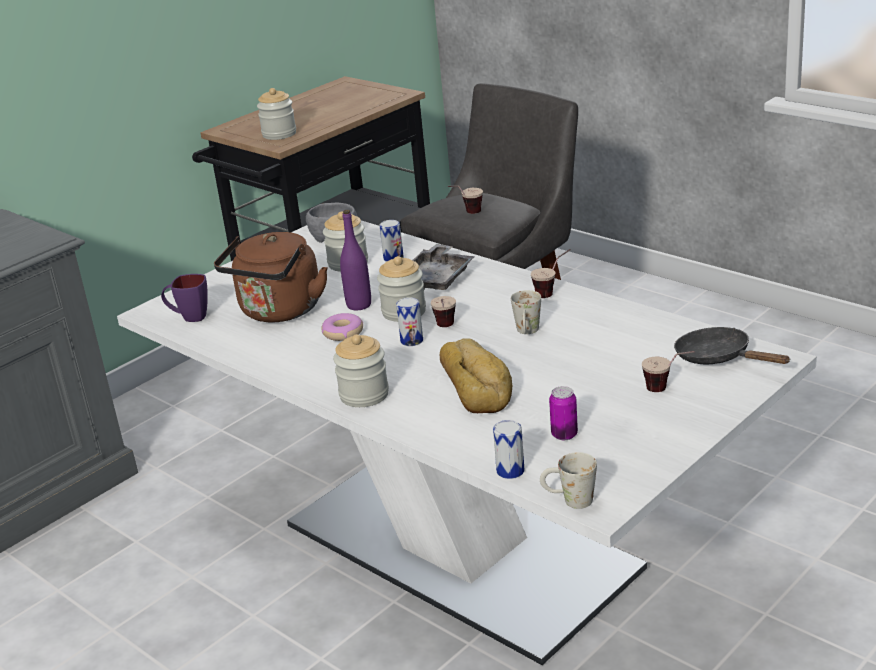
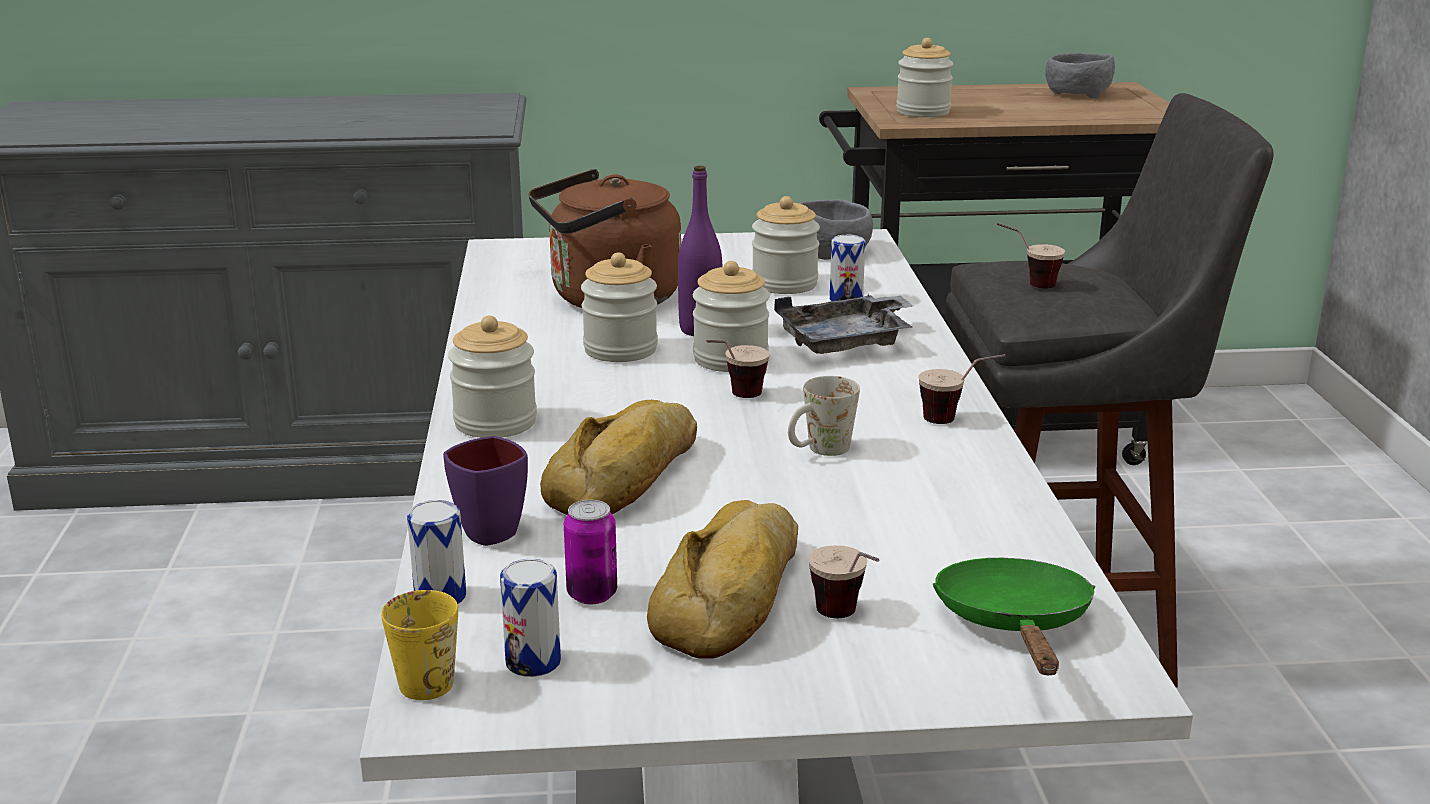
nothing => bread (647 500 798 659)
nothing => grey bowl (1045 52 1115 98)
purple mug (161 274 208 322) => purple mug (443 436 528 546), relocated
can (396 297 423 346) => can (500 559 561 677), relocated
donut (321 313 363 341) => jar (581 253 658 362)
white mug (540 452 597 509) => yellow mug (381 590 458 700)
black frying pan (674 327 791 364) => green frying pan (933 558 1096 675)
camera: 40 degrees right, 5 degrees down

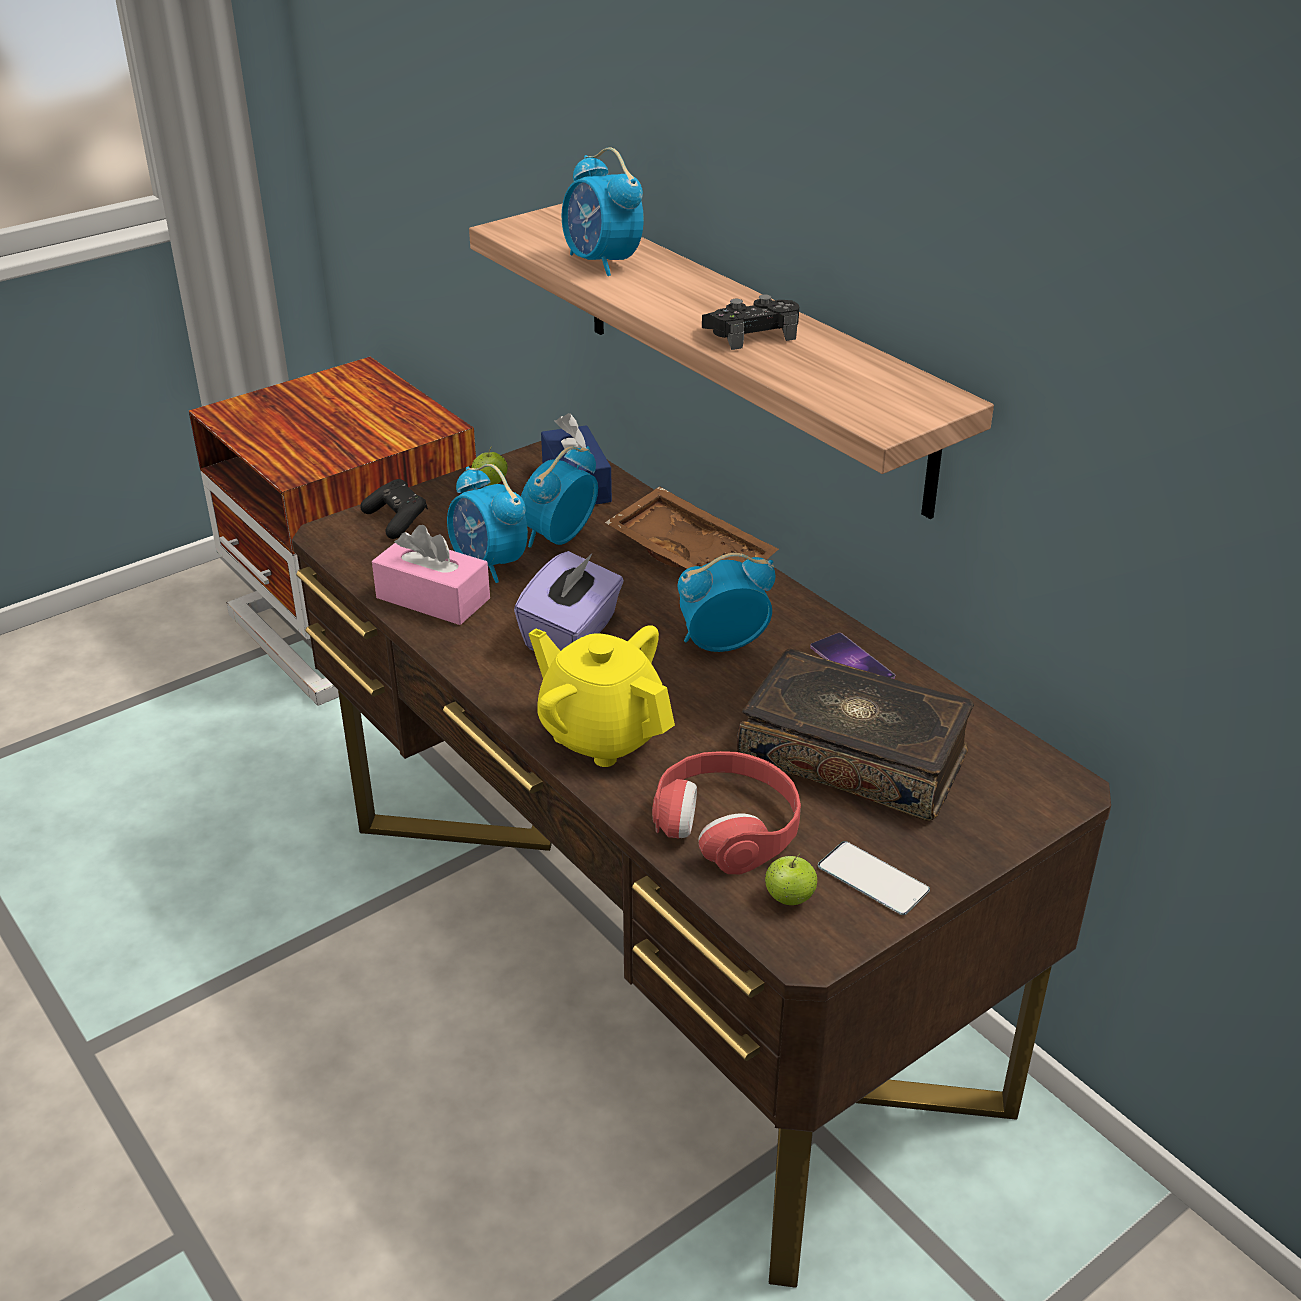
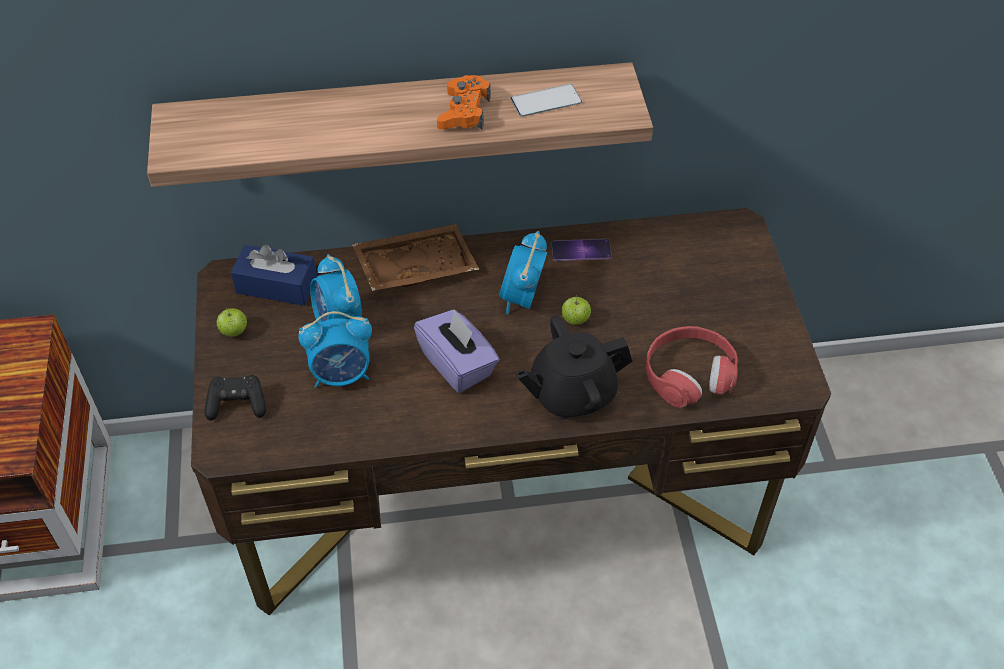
pink tissue box (372 525 490 625) => nothing
alarm clock (562 147 644 276) => nothing
book (737 649 974 821) => nothing
apple (765 854 817 905) => apple (561 295 591 325), relocated
phone (818 841 930 915) => phone (511 84 582 117), relocated
yellow teapot (529 625 675 767) => black teapot (516 316 632 420)
black game controller (702 294 799 350) => orange game controller (437 75 491 130)
camera: 60 degrees left, 15 degrees up

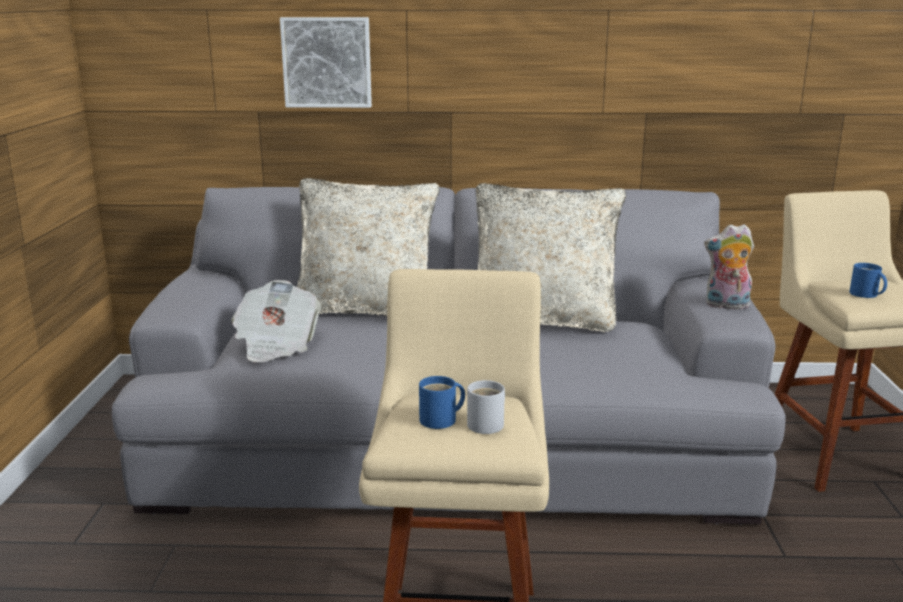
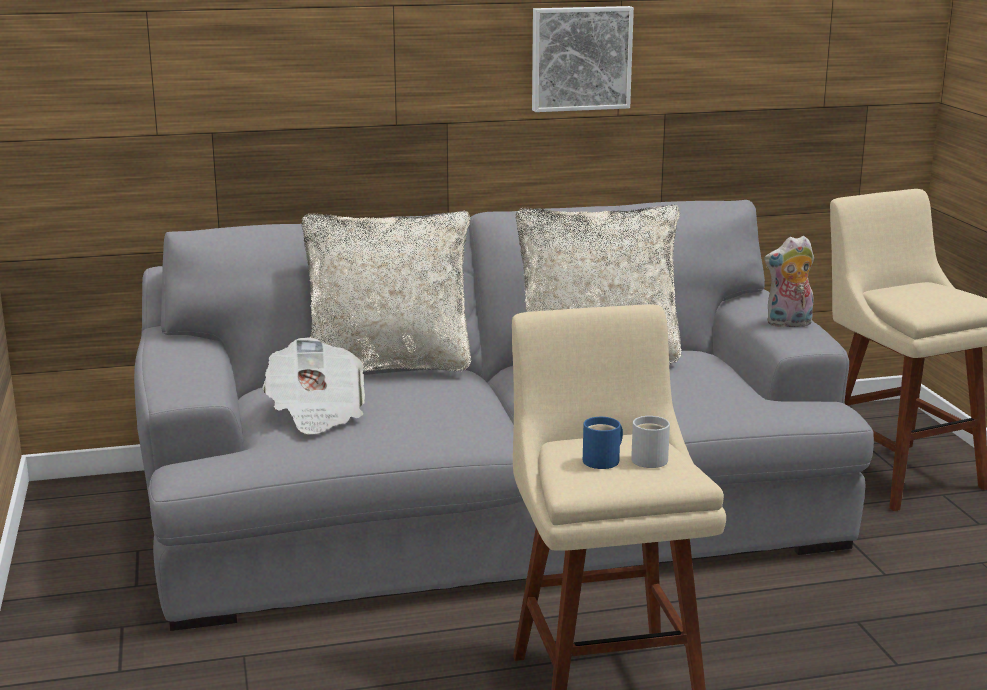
blue mug (849 263 887 298) => nothing
picture (280 17 372 108) => picture (532 6 634 112), relocated
camera: 15 degrees left, 0 degrees up

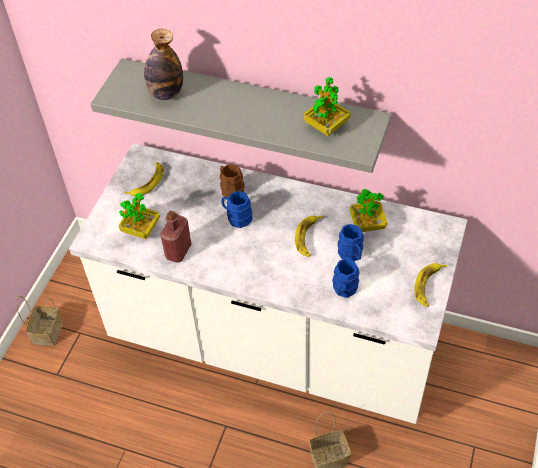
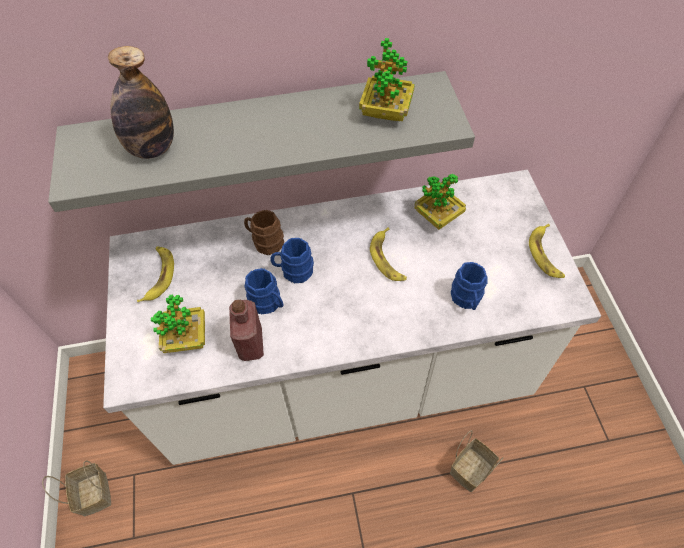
blue mug (338 224 364 261) => blue mug (245 268 283 314), relocated
camera: 30 degrees left, 5 degrees up

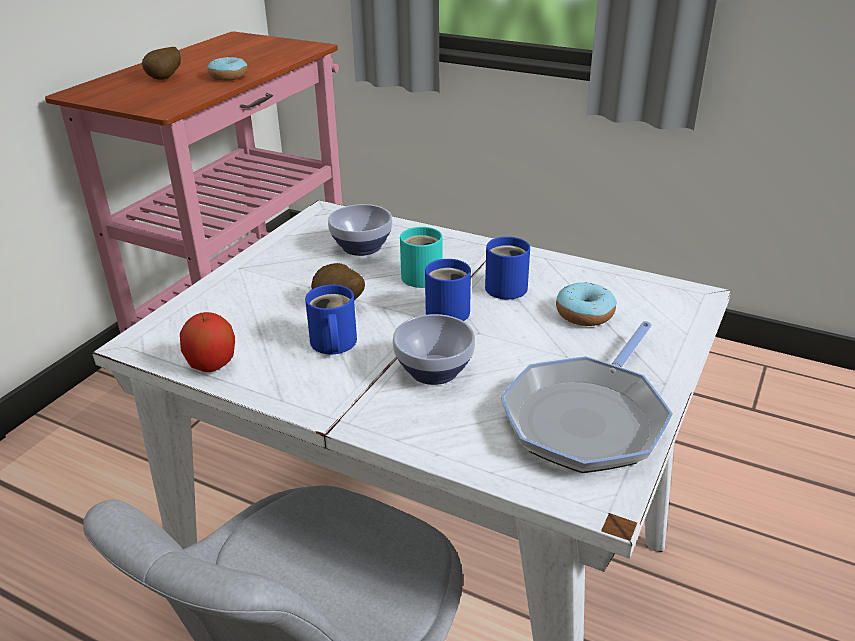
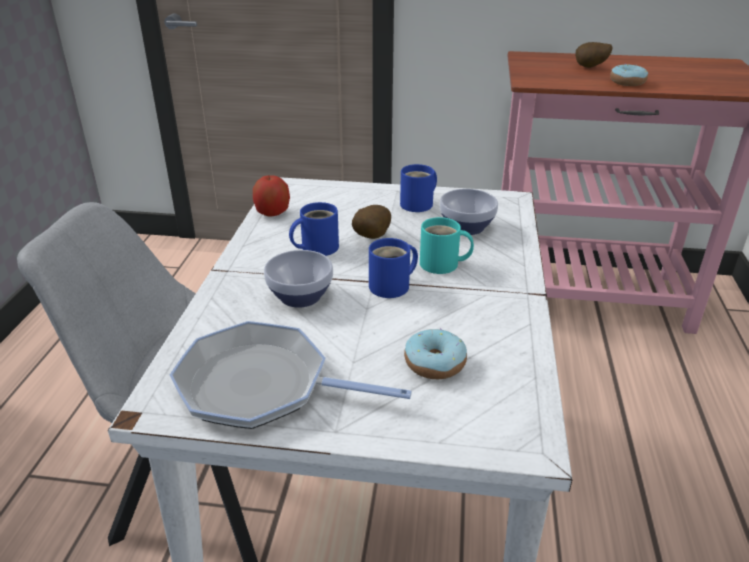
blue mug (485 237 530 299) => blue mug (400 164 437 212), relocated
camera: 70 degrees right, 0 degrees up

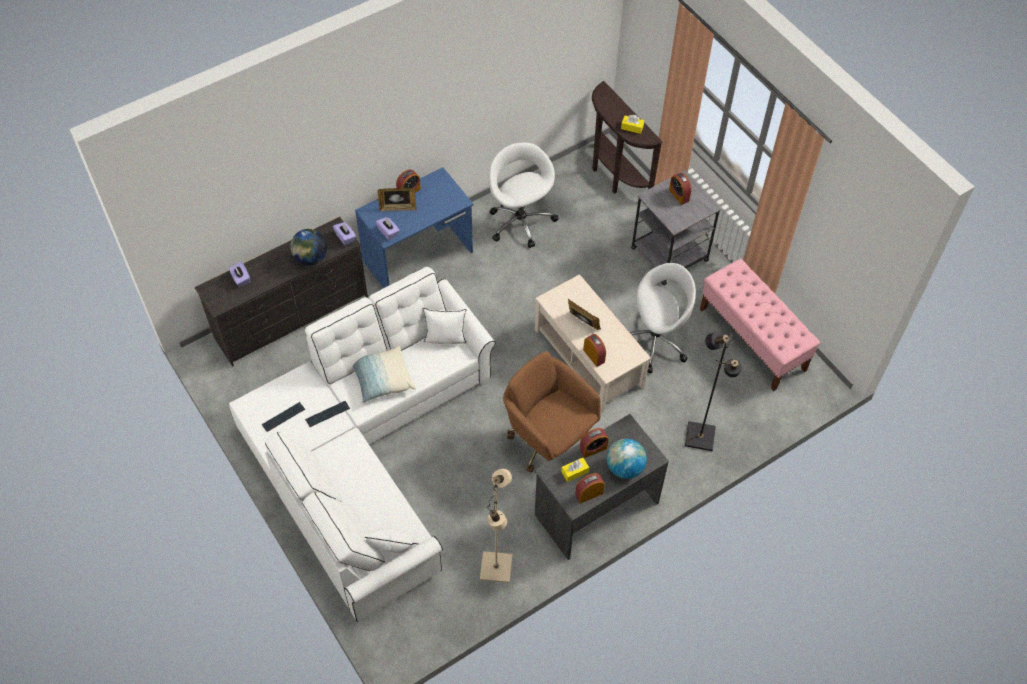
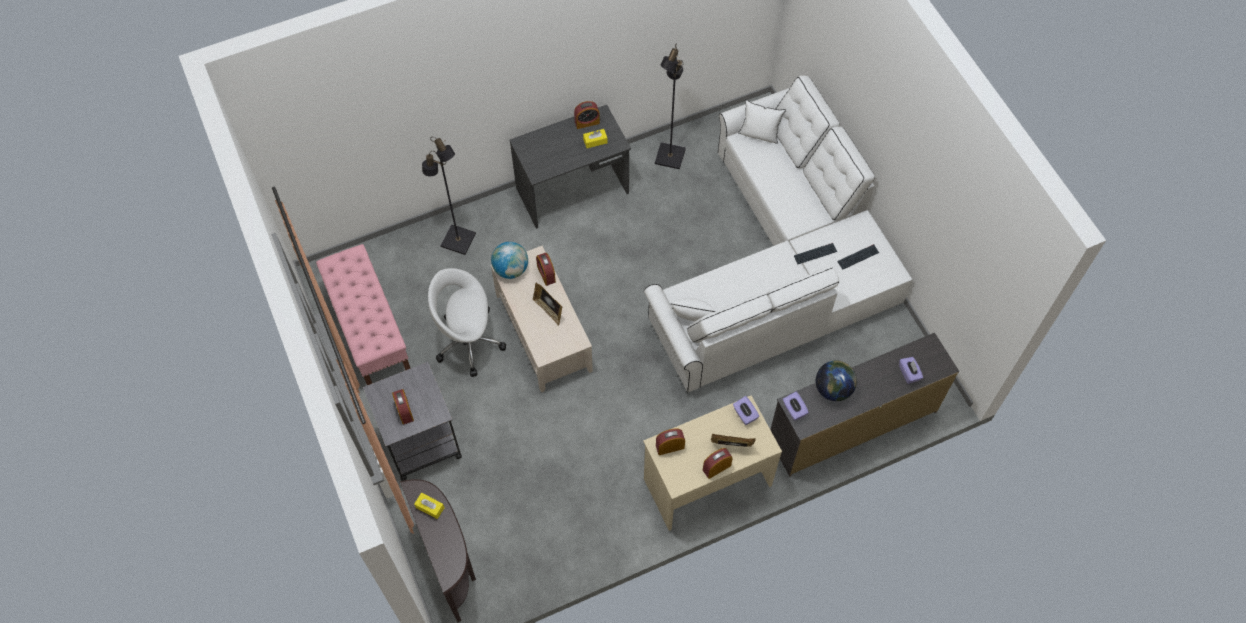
pillow (353 346 416 403) => nothing
white office chair (489 143 558 248) => nothing
brown office chair (503 351 601 472) => nothing
alarm clock (579 428 609 458) => alarm clock (656 428 685 455), relocated
globe (607 439 647 479) => globe (491 242 528 279), relocated
blue desk (355 167 473 288) => beige desk (643 395 782 531)
beige floor lamp (480 469 513 583) => black floor lamp (655 43 686 169)
camera: 170 degrees left, 5 degrees up

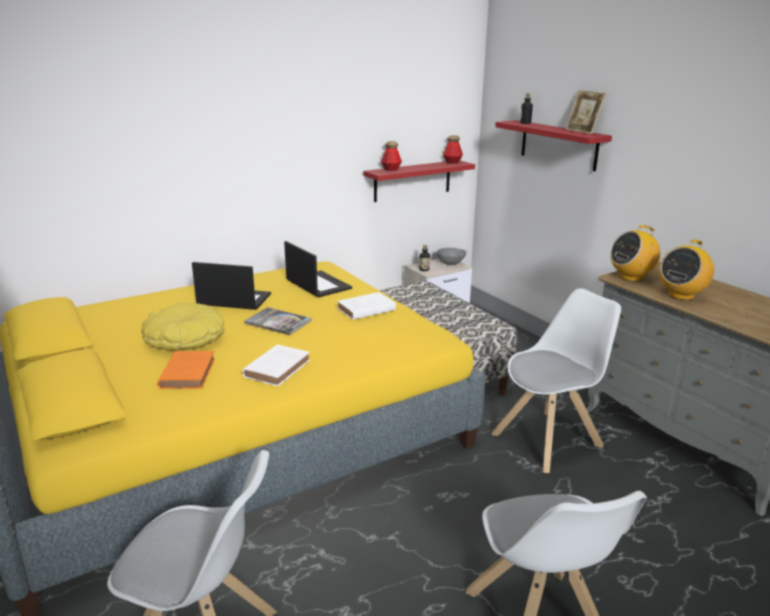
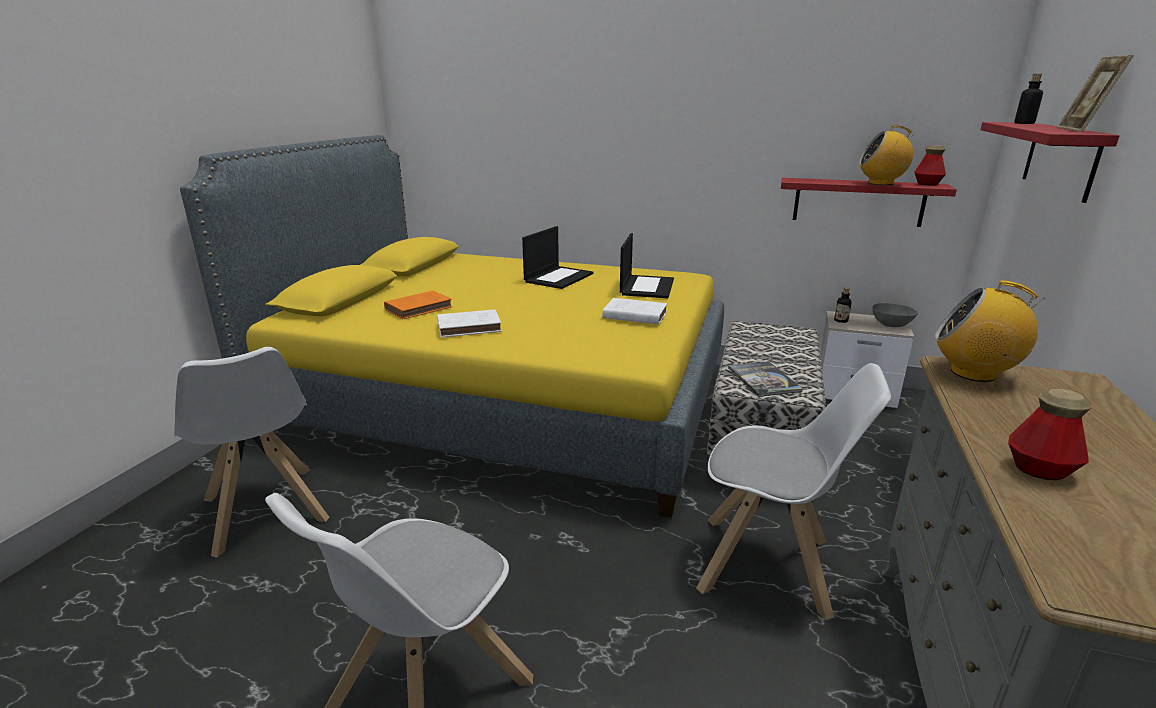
yellow pillow (141 303 224 350) => nothing
book (244 307 312 335) => book (728 361 803 397), relocated
bottle (381 141 402 171) => bottle (1008 389 1091 480), relocated
radio (659 239 714 300) => radio (859 125 913 185), relocated
laptop (192 262 271 310) => laptop (522 226 594 289), 60 degrees clockwise
camera: 50 degrees right, 0 degrees up

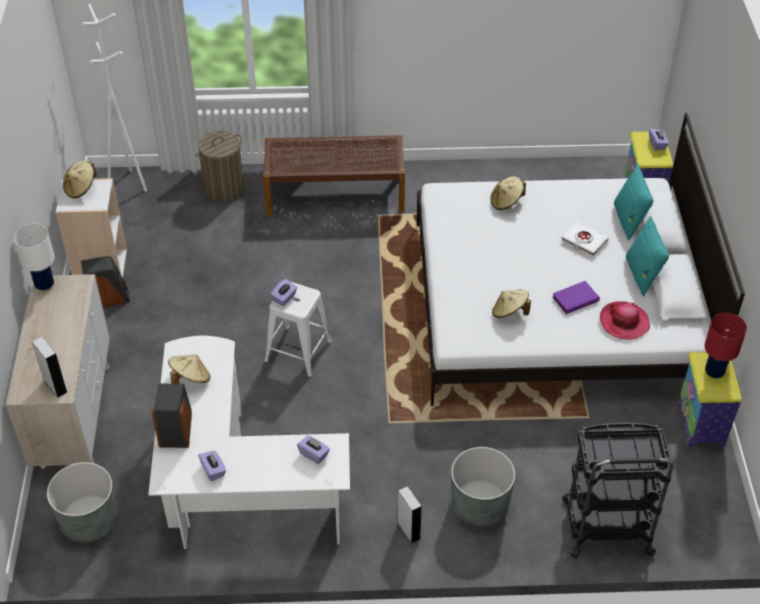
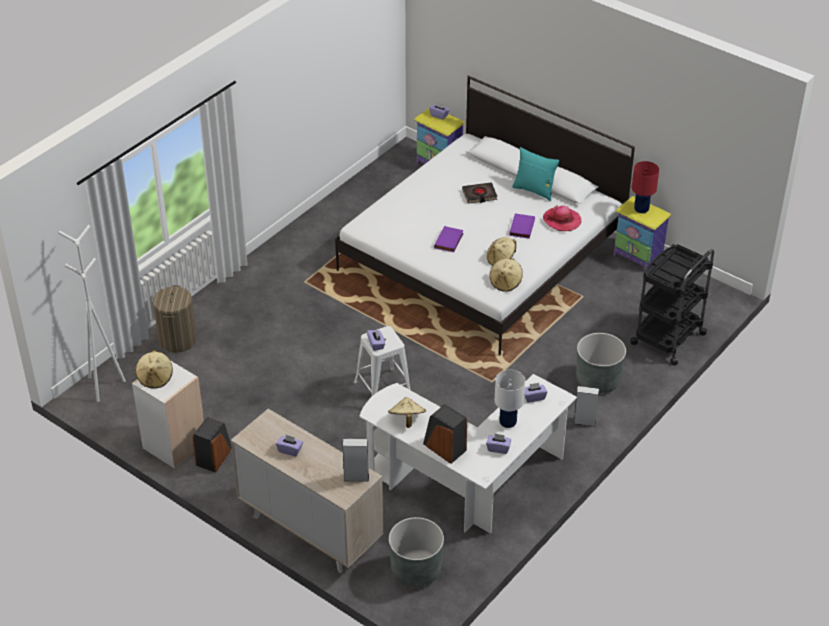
brown bench (263 135 405 216) => nothing
turquoise pillow (614 164 654 240) => nothing
nothing => purple tissue box (276 435 303 456)
nothing => purple book (434 226 464 252)
white table lamp (13 224 55 290) => white table lamp (495 370 525 428), relocated
beige hat (491 176 526 210) => beige hat (490 258 523 292), relocated
white book (561 221 609 257) => black book (462 182 497 204)
camera: 50 degrees left, 5 degrees down

